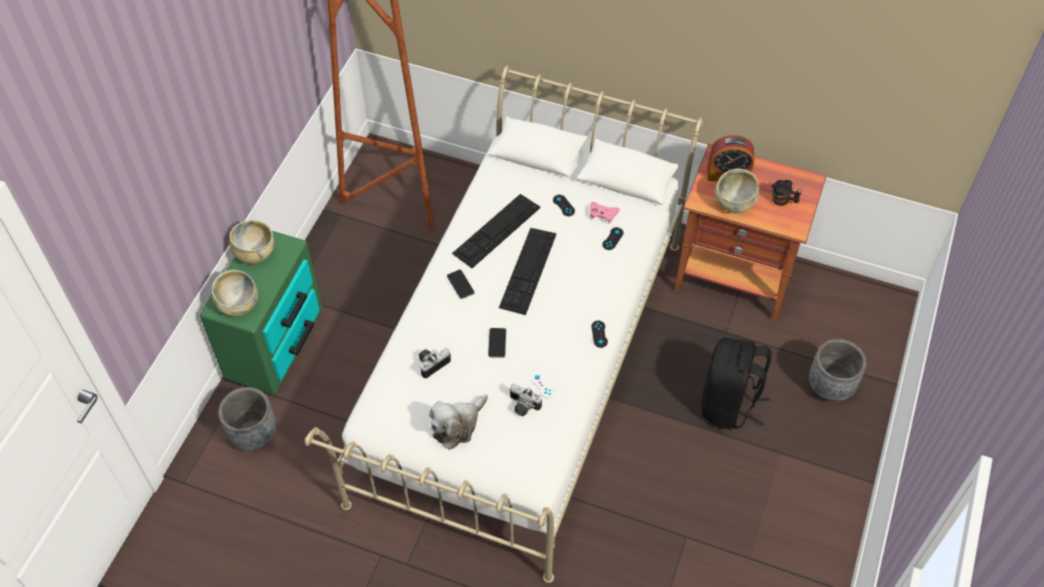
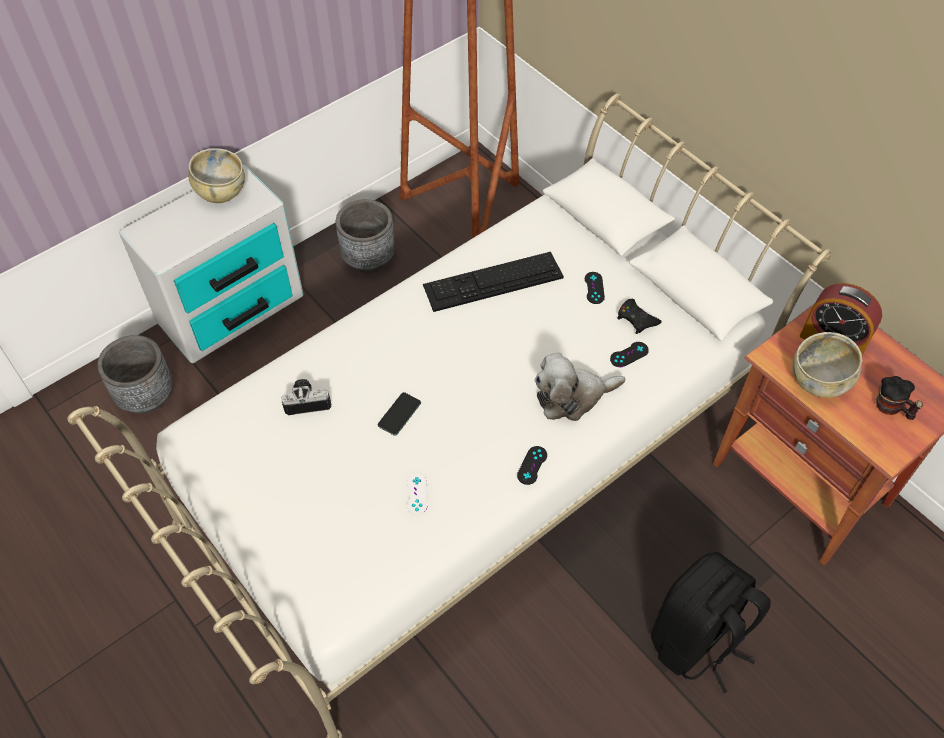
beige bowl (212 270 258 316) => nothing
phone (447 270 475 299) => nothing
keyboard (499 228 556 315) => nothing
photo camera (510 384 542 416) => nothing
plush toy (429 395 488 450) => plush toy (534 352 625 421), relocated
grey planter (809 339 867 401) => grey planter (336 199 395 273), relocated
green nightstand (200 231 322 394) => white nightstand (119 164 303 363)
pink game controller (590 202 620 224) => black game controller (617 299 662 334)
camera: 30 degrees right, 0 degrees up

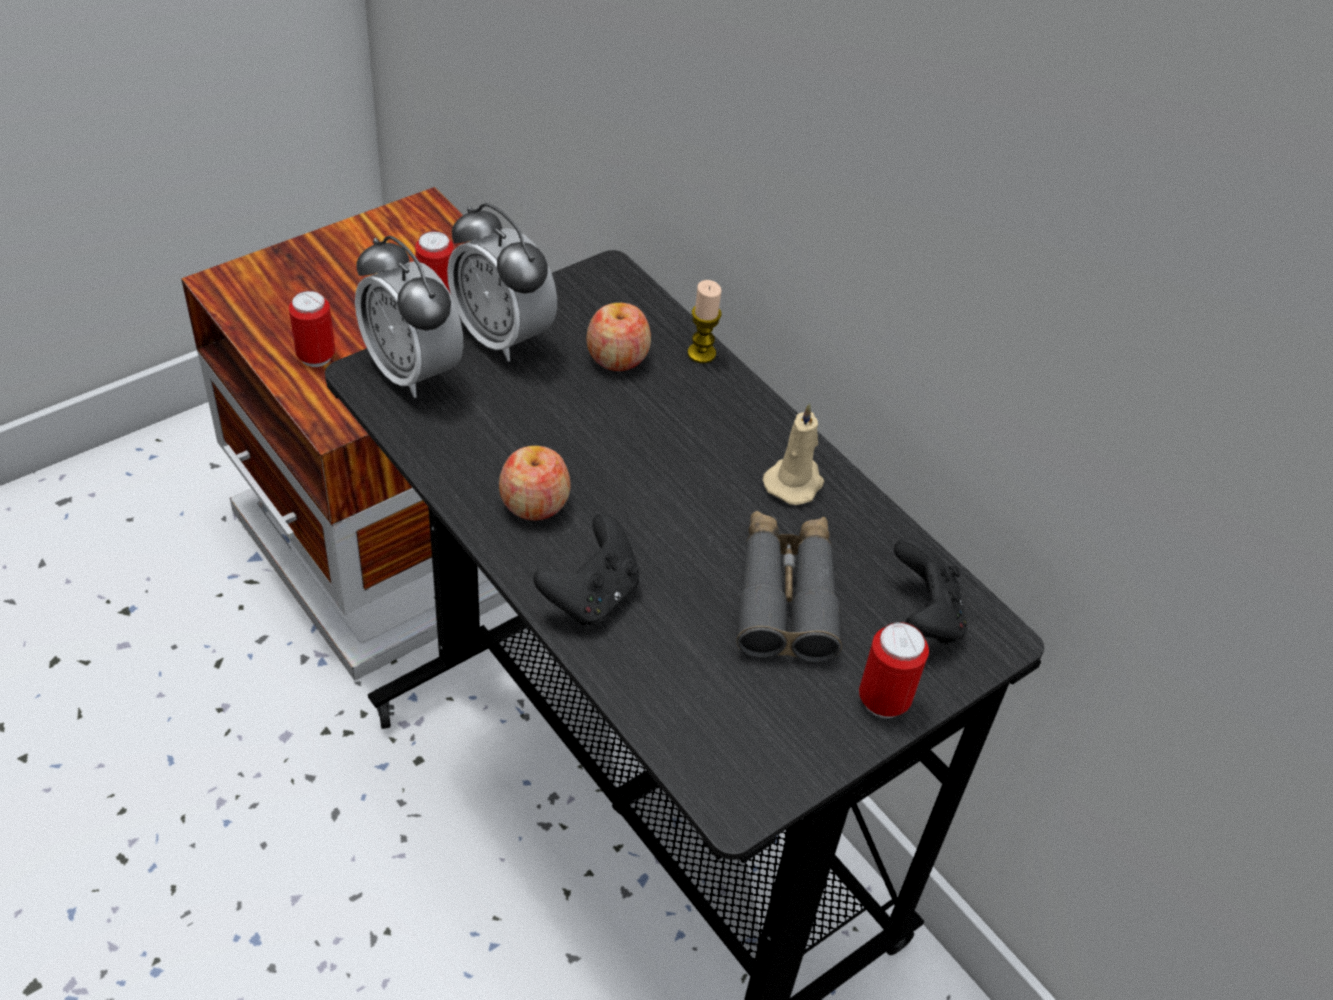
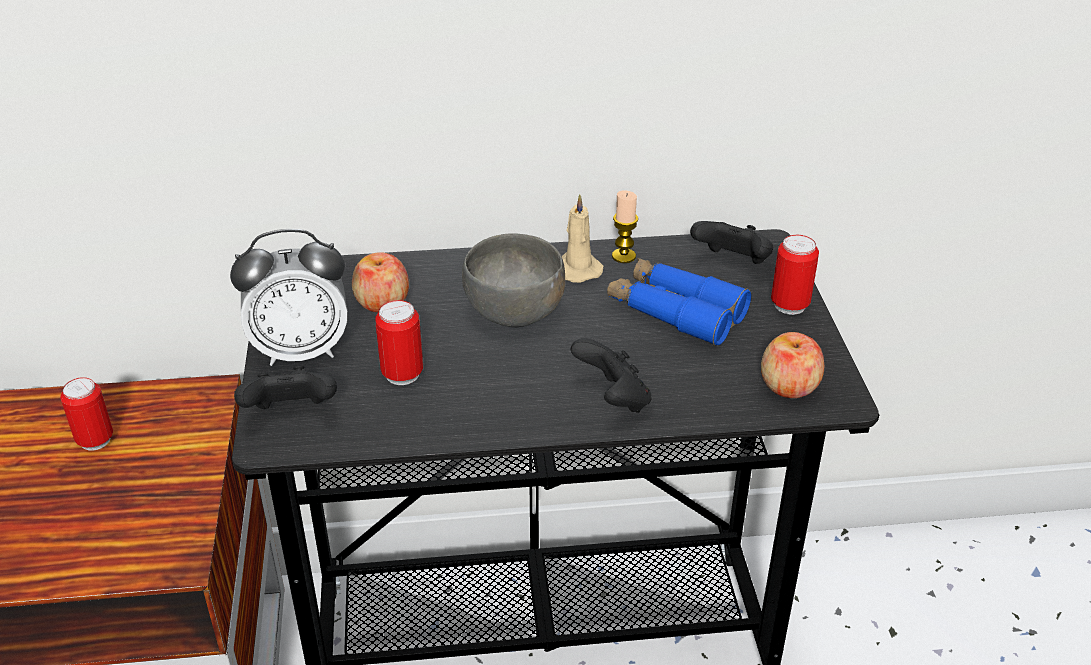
nothing => grey bowl (462 233 565 327)
can (289 290 335 367) => can (375 300 423 385), relocated
apple (499 446 571 520) => apple (761 332 824 398), relocated
candle (688 280 722 363) => candle (612 190 638 263), relocated
alarm clock (355 236 463 398) => black game controller (234 365 337 409)
grey binoculars (736 511 842 663) => blue binoculars (607 258 751 346)
camera: 55 degrees left, 10 degrees down

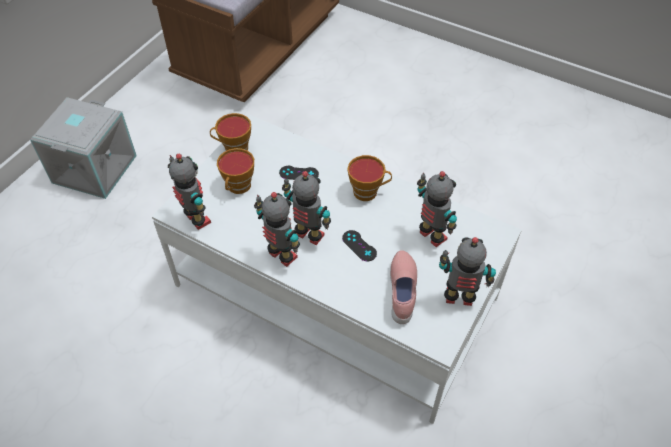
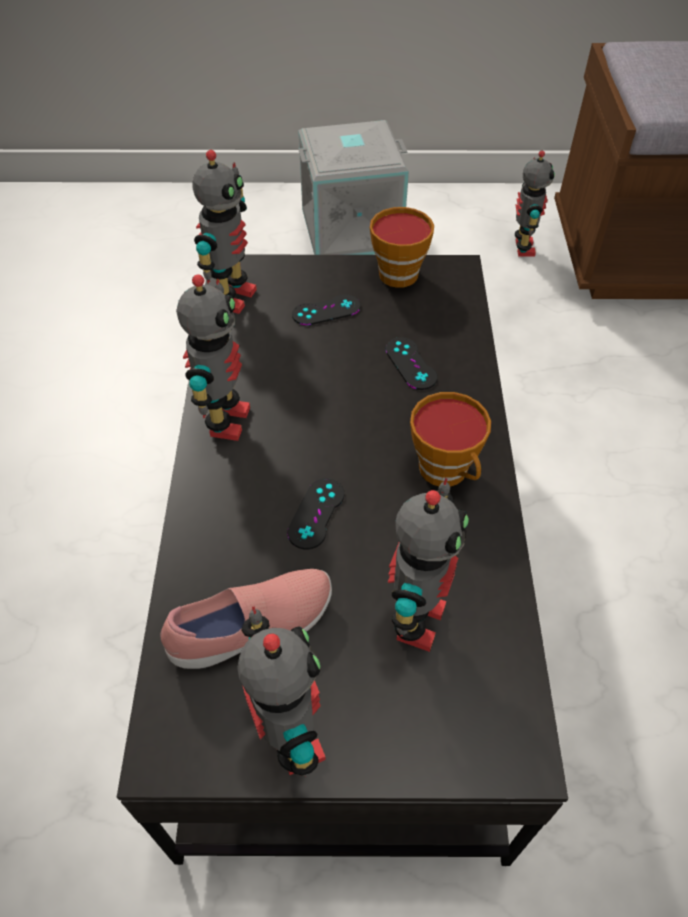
toy robot (282 171 331 245) => toy robot (515 150 555 257), relocated
cup (217 148 254 194) => black game controller (292 294 361 326)
white coffee table (152 115 522 424) => black coffee table (117 255 568 866)
camera: 60 degrees right, 0 degrees up

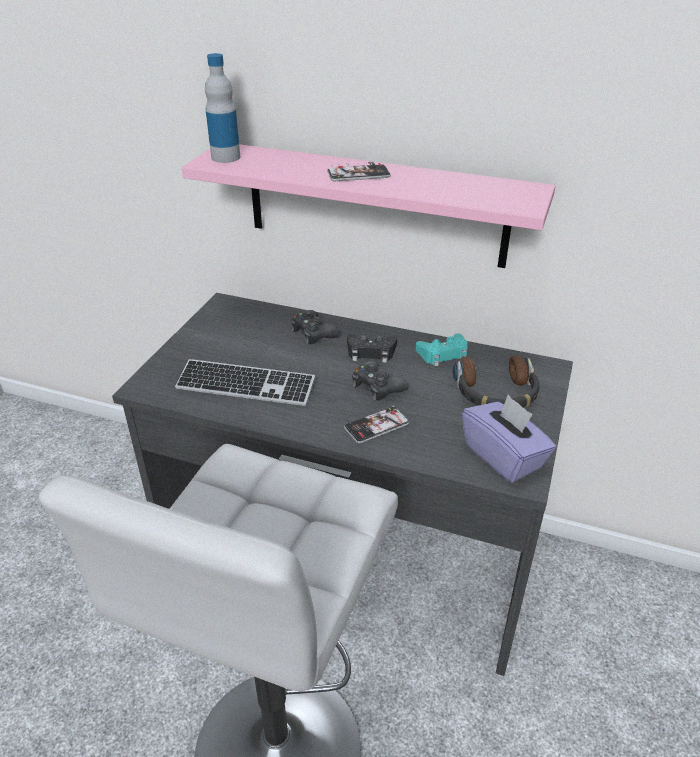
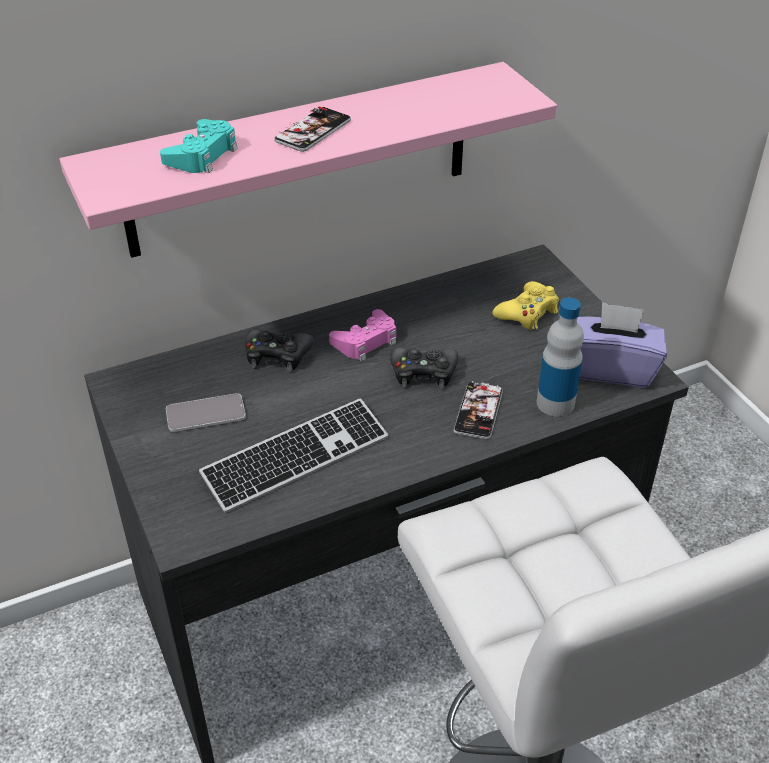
nothing => phone (166 393 246 432)
bottle (205 53 240 163) => bottle (537 298 584 417), relocated
turquoise game controller (416 333 468 367) => turquoise game controller (160 119 238 174), relocated
headphones (453 355 540 408) => yellow game controller (492 281 559 330)
black game controller (347 334 397 363) => pink game controller (329 309 396 361)
camera: 45 degrees left, 5 degrees up

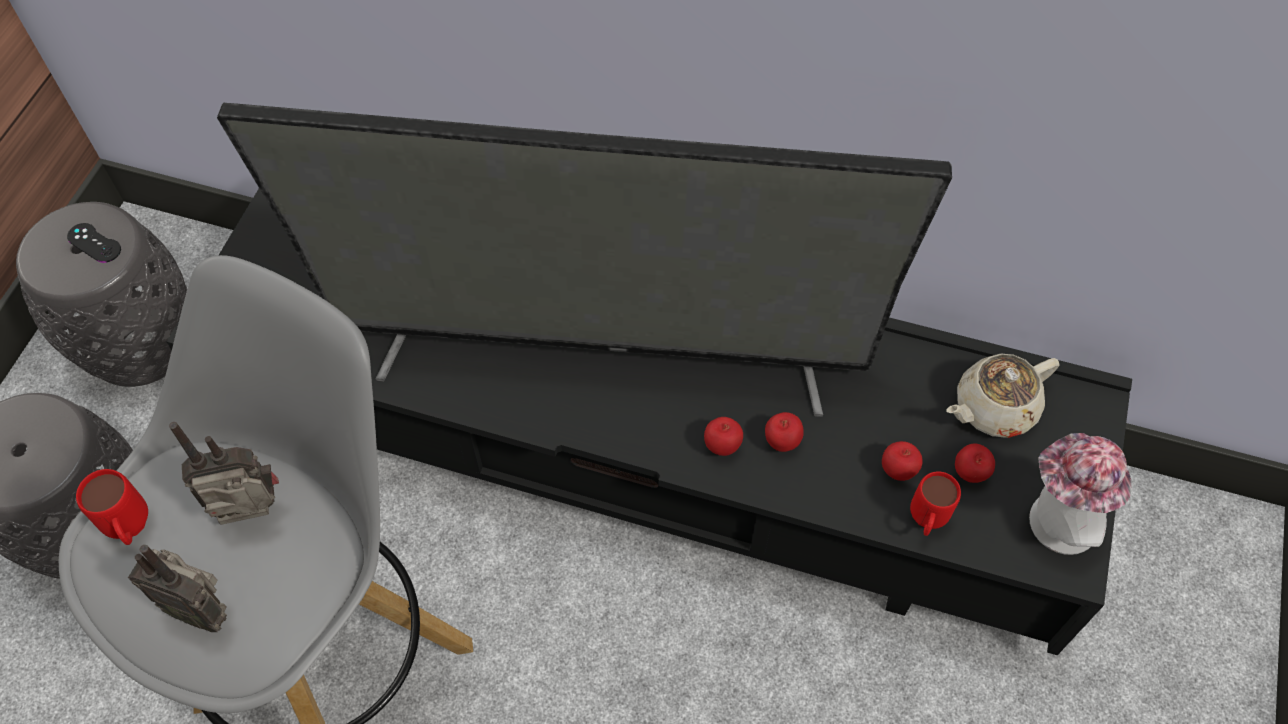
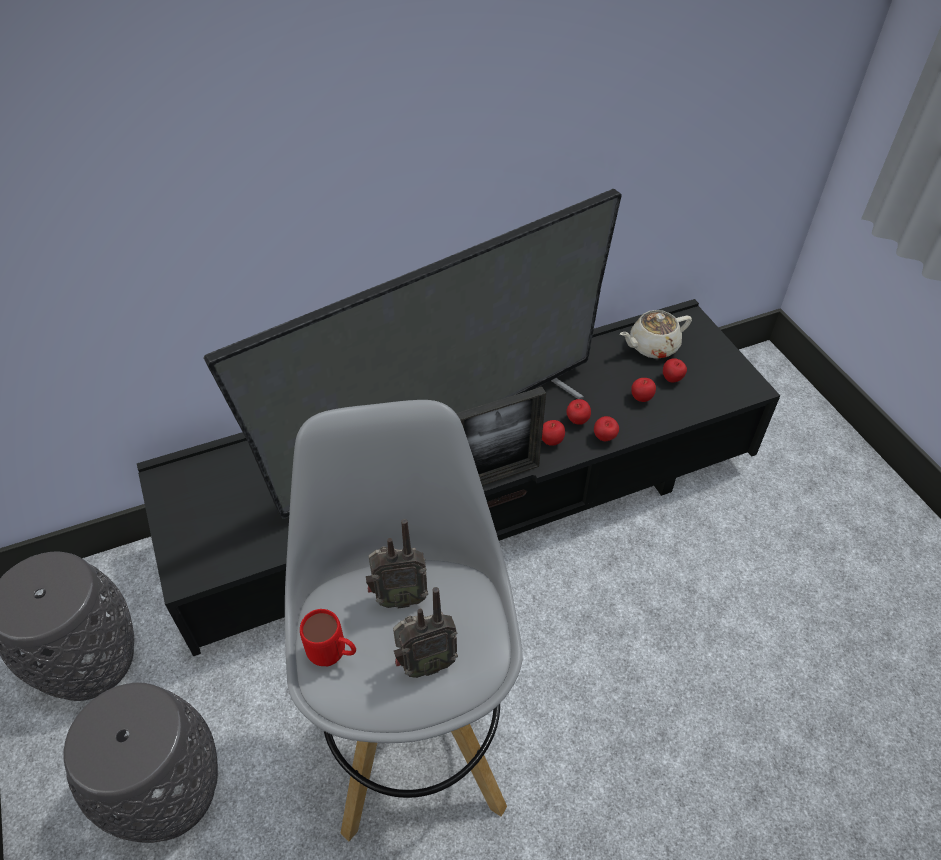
black game controller (67 223 121 263) => nothing
red mug (910 471 961 536) => nothing
hat (1029 433 1132 555) => nothing
nothing => picture frame (456 387 546 486)
nothing => apple (594 416 619 441)
radio (169 422 279 525) => radio (366 519 428 608), 135 degrees counterclockwise
beige teapot (946 354 1059 438) => beige teapot (620 310 692 359), 45 degrees clockwise
camera: 40 degrees left, 10 degrees down

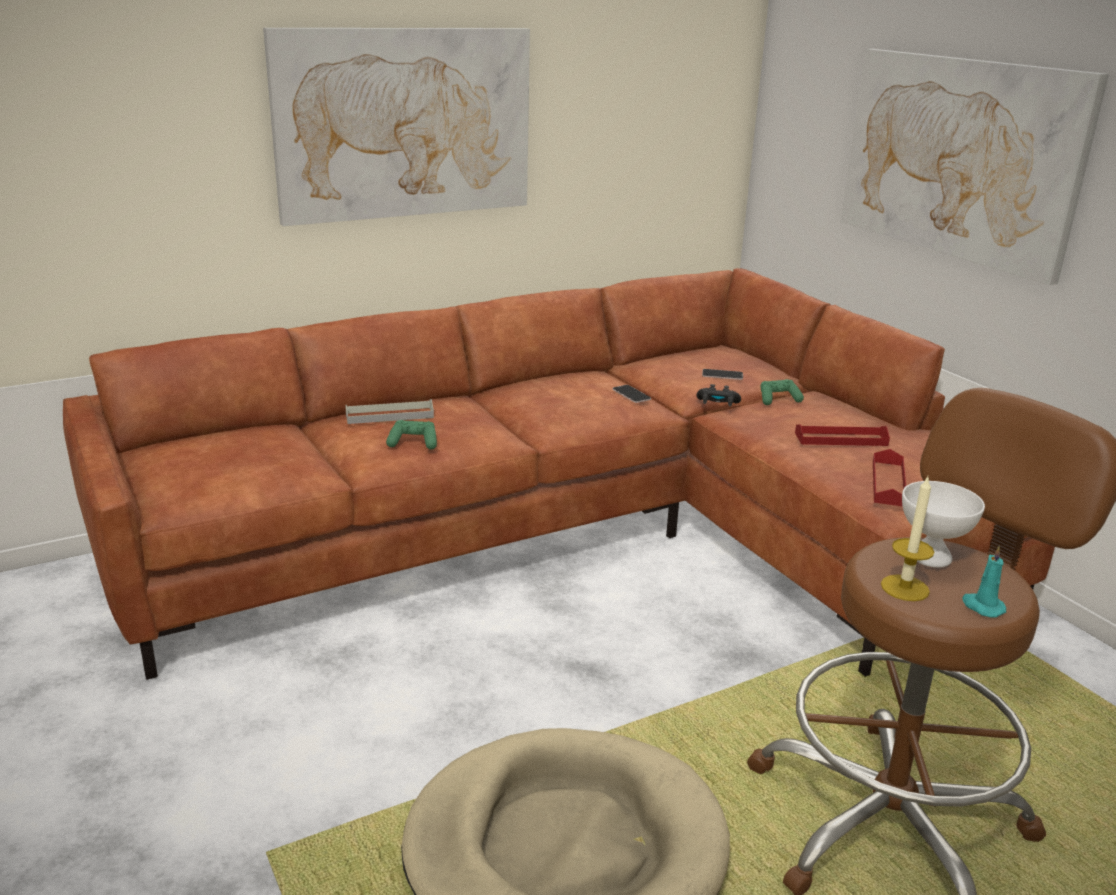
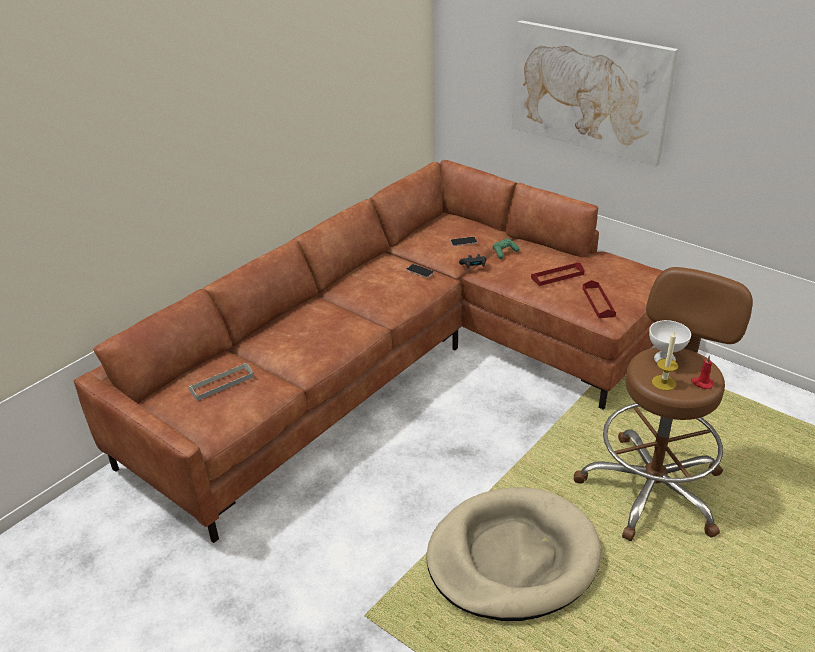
picture (263 28 530 226) => nothing
green game controller (386 420 437 450) => nothing
grey tray (345 399 434 424) => grey tray (188 363 254 401), relocated
turquoise candle (962 546 1006 618) => red candle (691 355 714 389)
camera: 20 degrees left, 10 degrees up

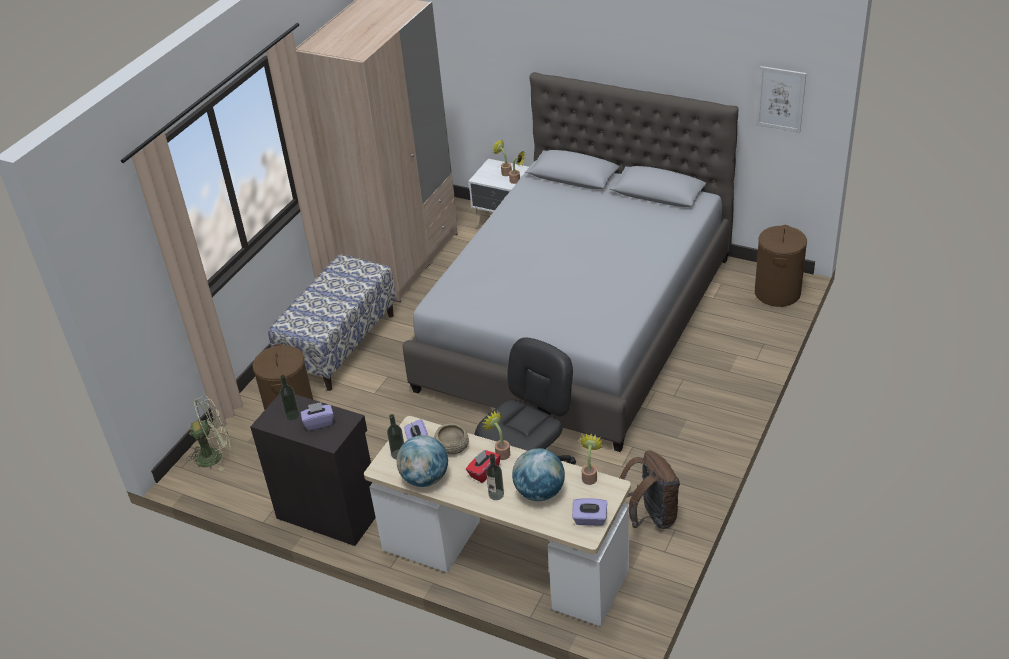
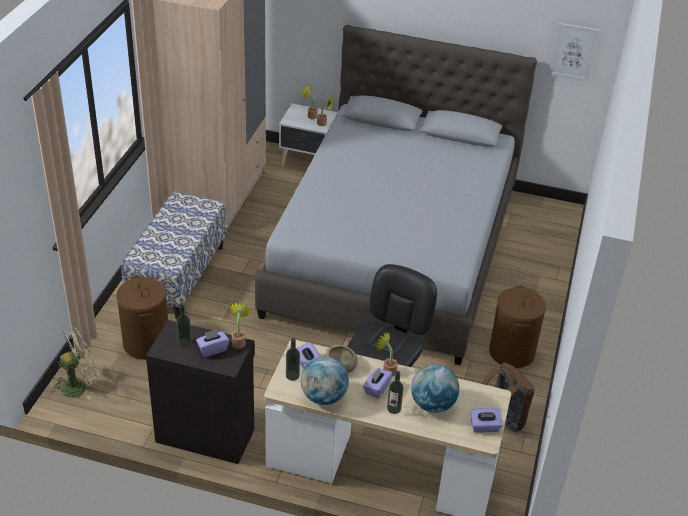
potted plant (580 434 604 485) => potted plant (229 302 251 349), relocated
brown laundry basket (755 225 807 307) => brown laundry basket (489 286 546 368), relocated
red tissue box (466 450 501 483) => purple tissue box (363 368 393 399)
camera: 15 degrees left, 0 degrees up

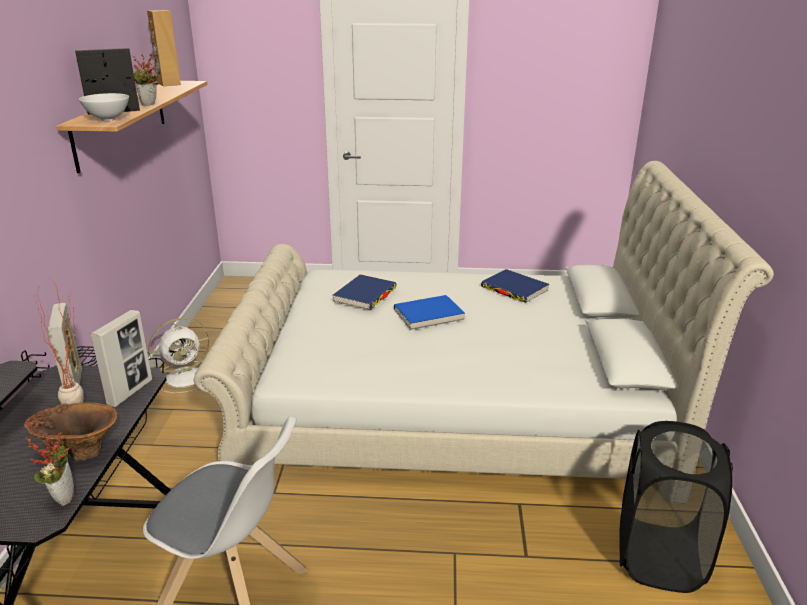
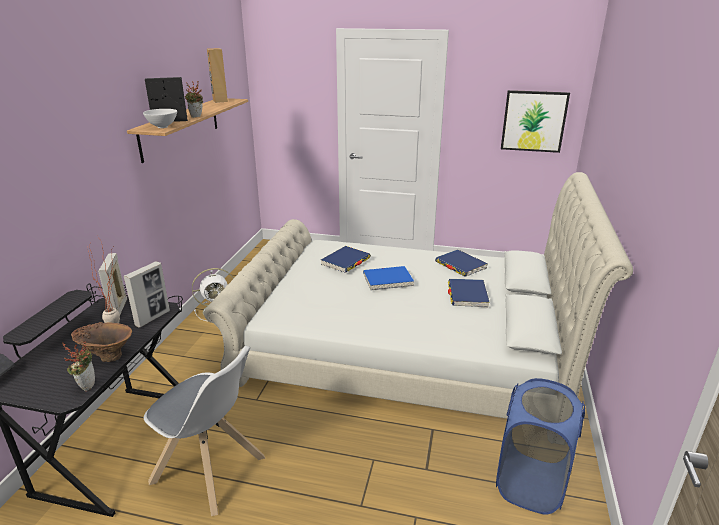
nothing => blue book (448 279 490 308)
nothing => picture (501 90 570 153)
black laundry basket (620 421 733 593) => blue laundry basket (496 378 585 515)
camera: 10 degrees right, 0 degrees up

